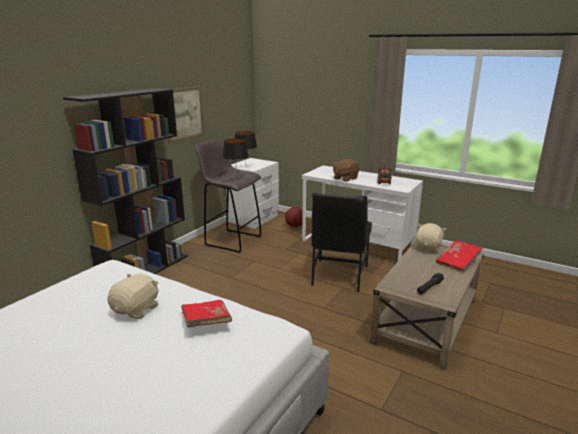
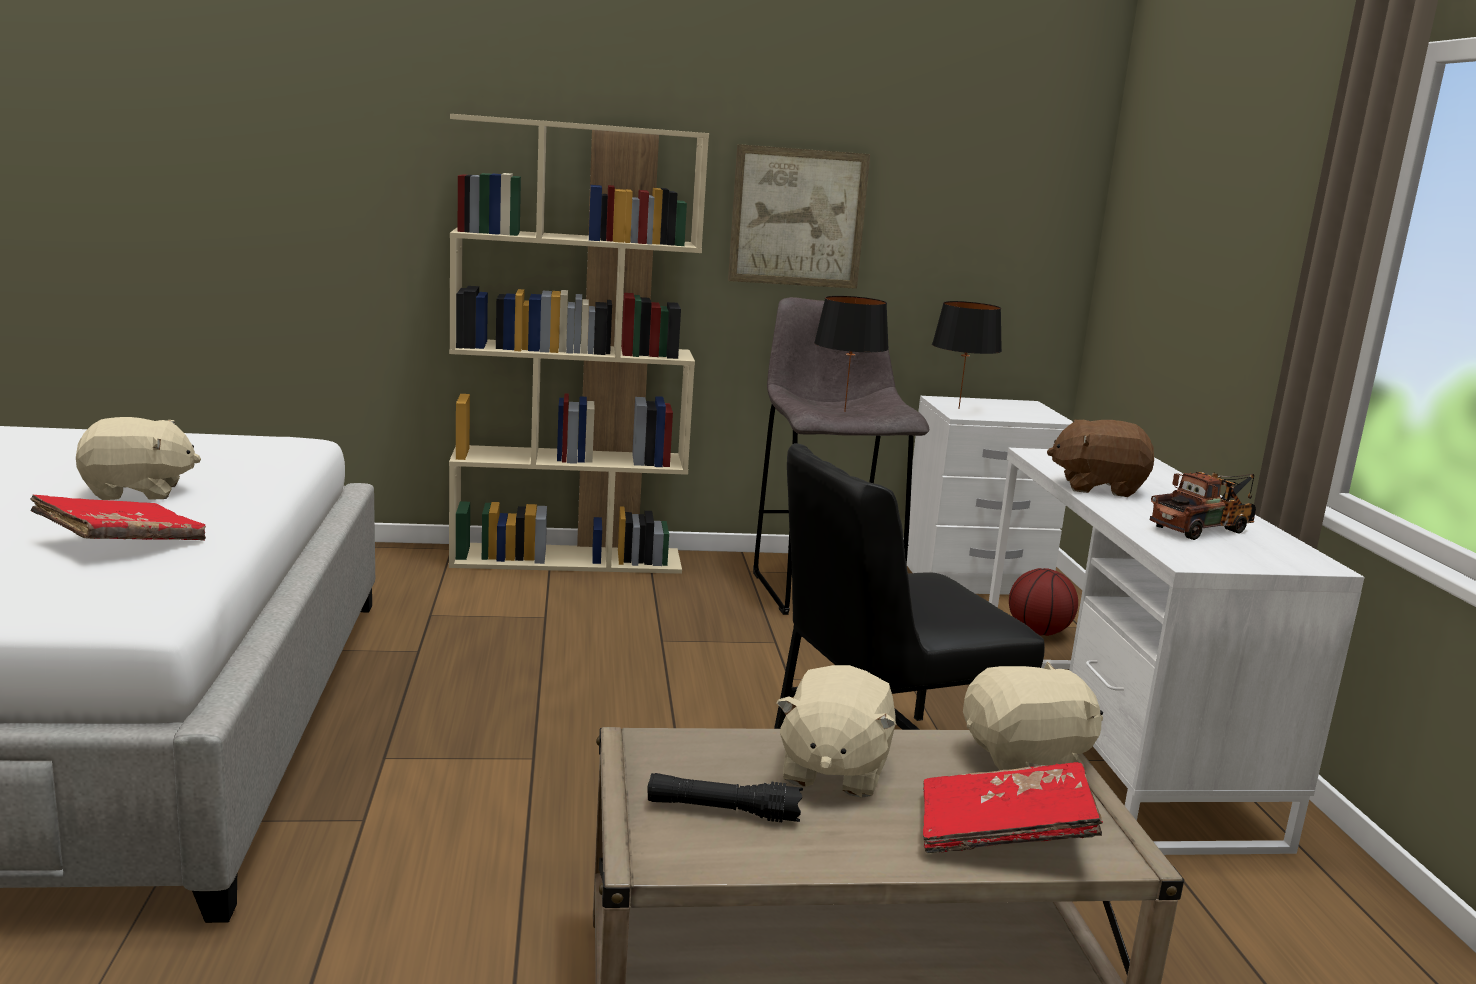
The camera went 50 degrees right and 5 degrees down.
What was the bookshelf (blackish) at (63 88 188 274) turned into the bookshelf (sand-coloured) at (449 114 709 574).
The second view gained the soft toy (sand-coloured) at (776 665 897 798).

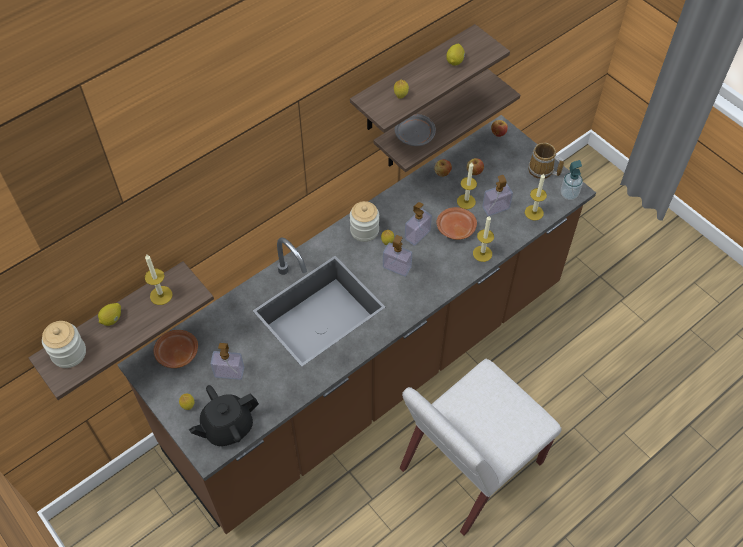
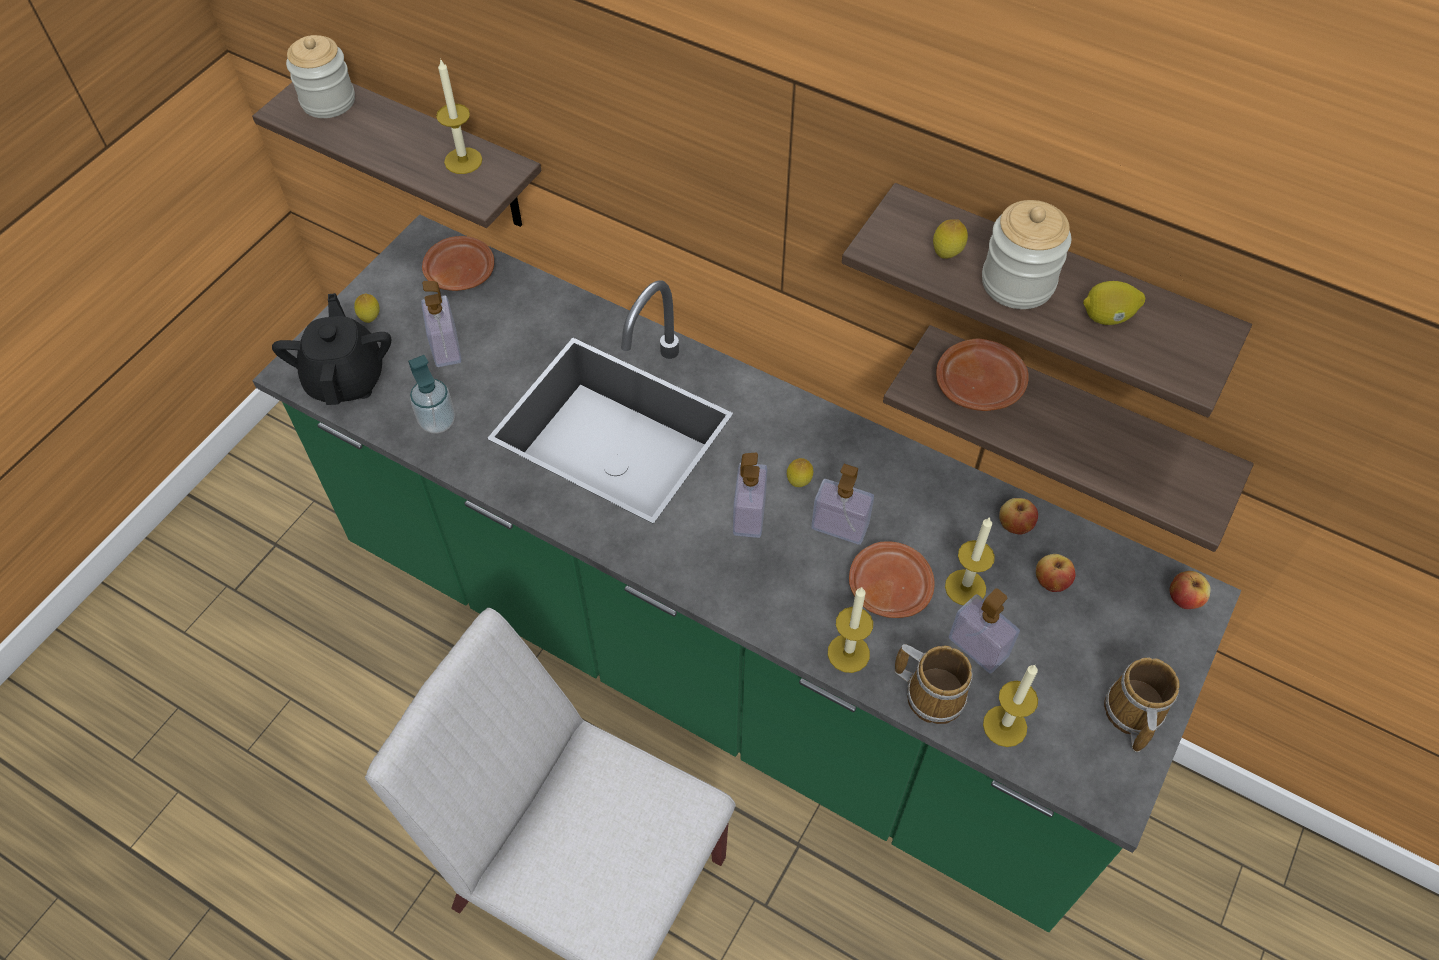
The camera went 70 degrees right and 0 degrees up.
What was the kitchen base unit (brownish) at (117 115 596 534) turned into the kitchen base unit (green) at (252 214 1241 932).
The tea pot (blackish) at (189 385 259 446) ended up facing another way, 45 degrees clockwise from before.
The liquid soap bottle ended up elsewhere, having gone from (561 160 583 200) to (408 355 455 434).
The second view gained the tea mug at (895 644 973 724).
What was the plate (greyish) at (395 114 436 146) turned into the plate (brownish) at (936 338 1029 411).
The jar ended up elsewhere, having gone from (350 201 379 242) to (982 200 1071 309).
The second view lost the lemon at (98 303 121 326).

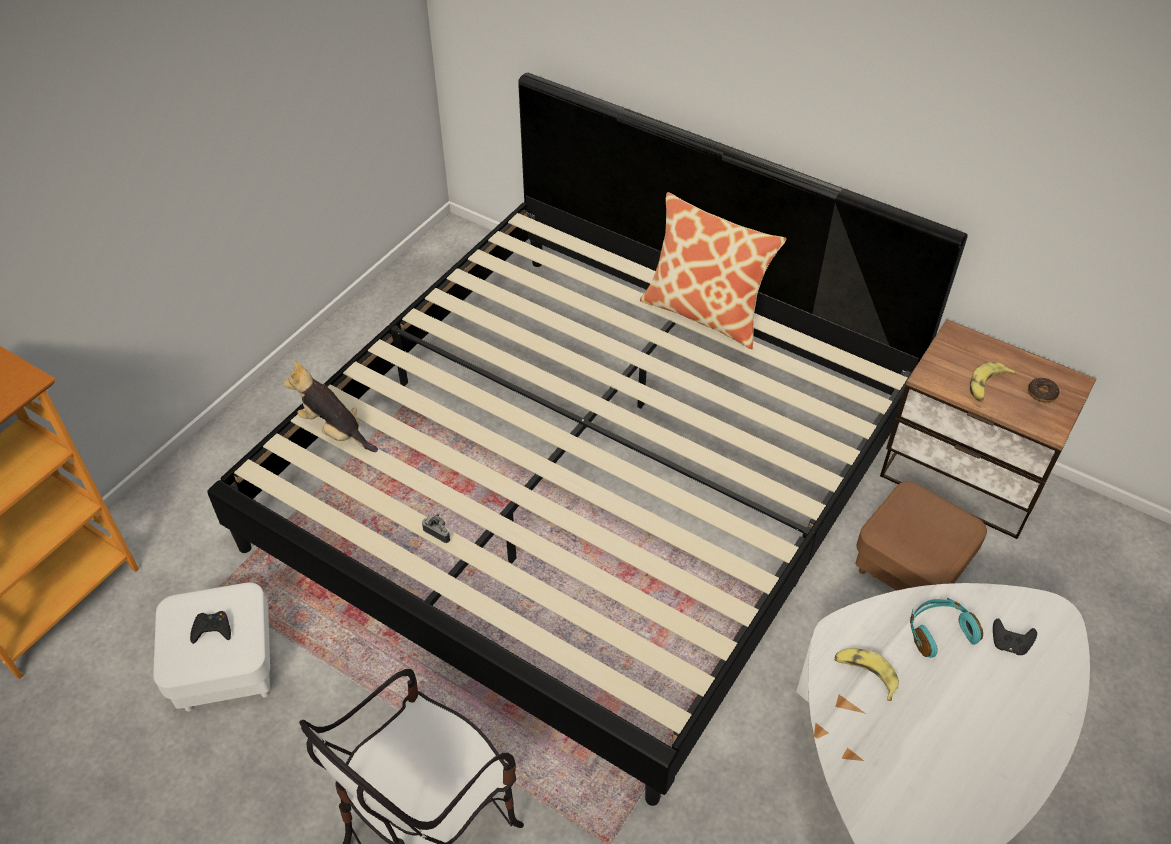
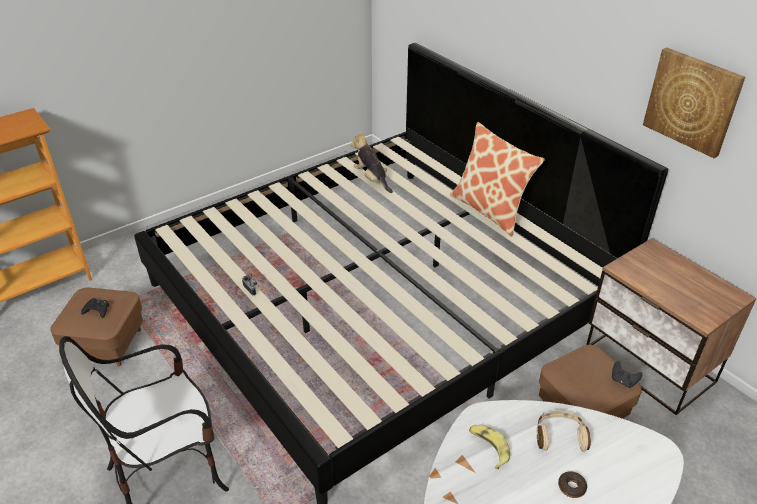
The camera went 20 degrees right and 10 degrees down.
What was the footrest (white-coloured) at (153 582 270 712) turned into the footrest (brownish) at (50 287 143 366).
The soft toy ended up elsewhere, having gone from (284 361 378 452) to (350 131 393 193).
What was the pair of headphones (turquoise-coloured) at (910 598 983 658) turned into the pair of headphones (sand-coloured) at (536 411 591 452).
The donut ended up elsewhere, having gone from (1028 378 1059 403) to (558 471 587 498).
The joypad (blackish) ended up elsewhere, having gone from (993 618 1037 655) to (612 361 642 388).
The second view gained the wall art at (643 48 745 158).
The second view lost the banana fruit at (970 362 1016 402).

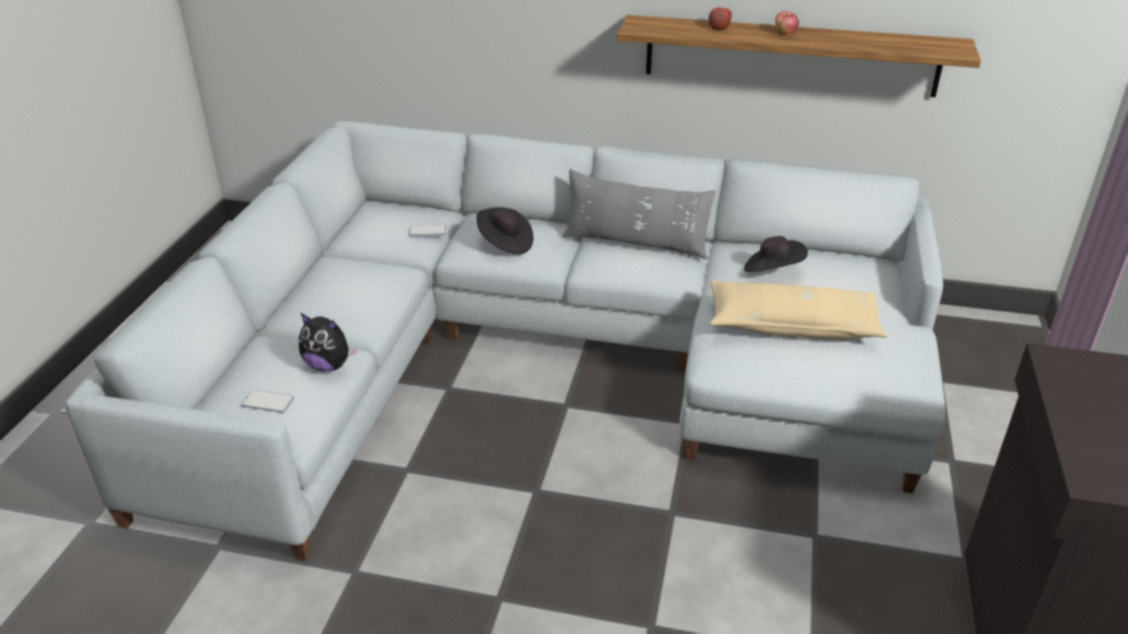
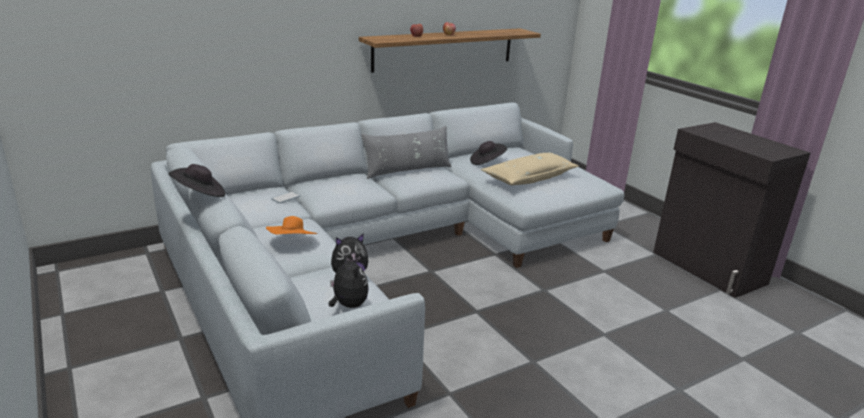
The camera went 45 degrees left and 10 degrees down.
The clothing hat (blackish) ended up elsewhere, having gone from (476 207 533 254) to (168 164 226 197).
The second view gained the clothing hat (orange-coloured) at (266 216 318 234).
Where the handset stood at (242 390 294 412), the soft toy came to stand at (329 253 368 308).

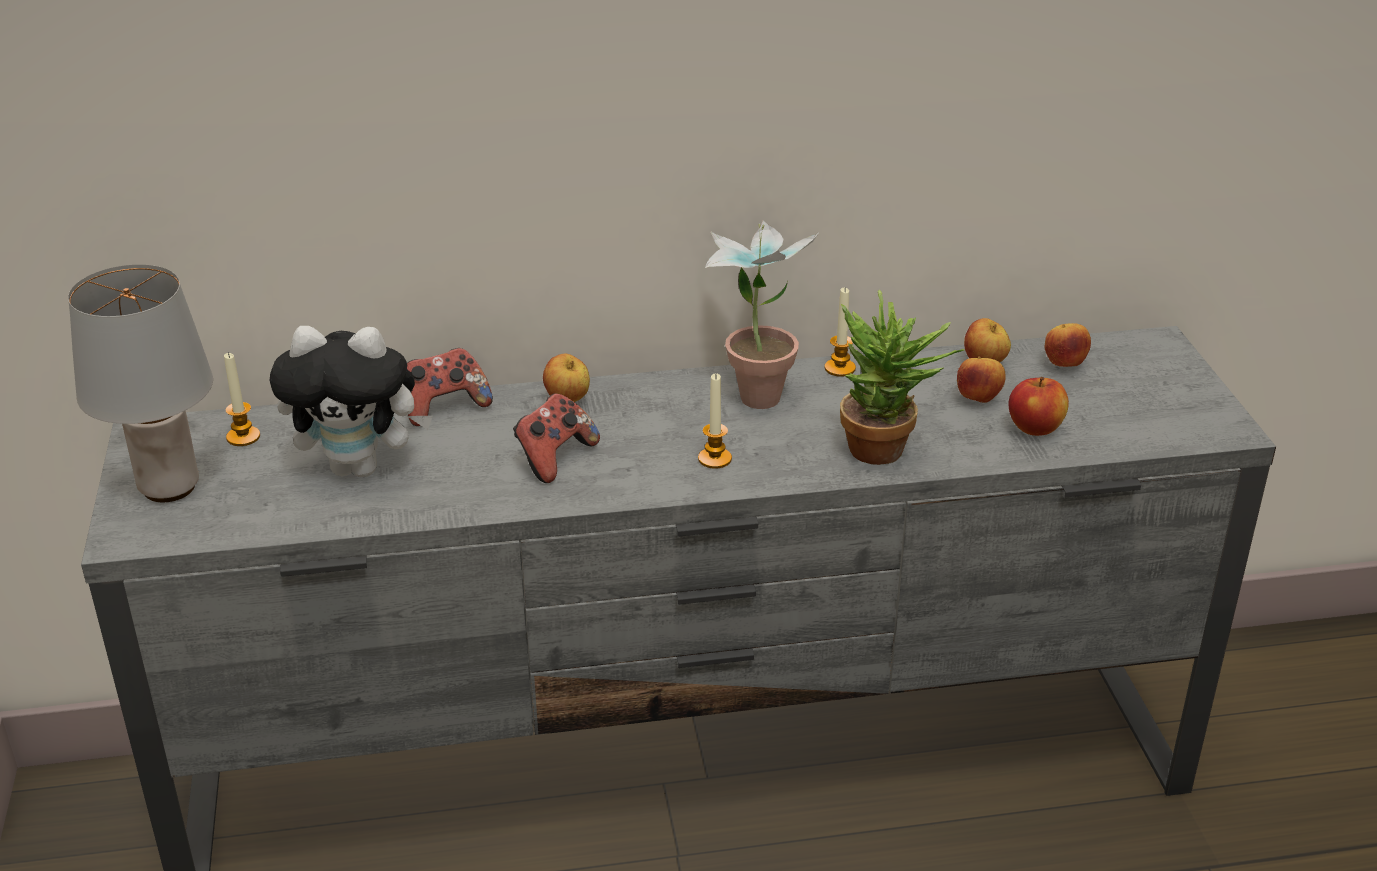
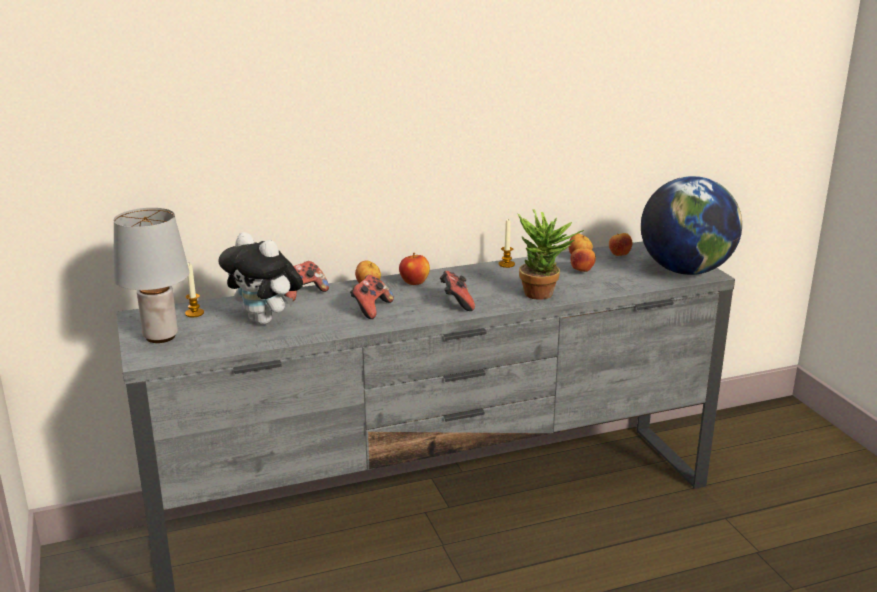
The camera went 10 degrees left and 10 degrees down.
The soft toy at (270 326 433 477) ended up facing another way, 45 degrees clockwise from before.
The apple fruit ended up elsewhere, having gone from (1008 377 1069 436) to (399 253 430 285).
Where the candle stood at (698 373 732 469), the joypad came to stand at (440 271 475 311).
The second view gained the globe at (641 176 742 275).
The second view lost the potted plant at (705 221 820 409).

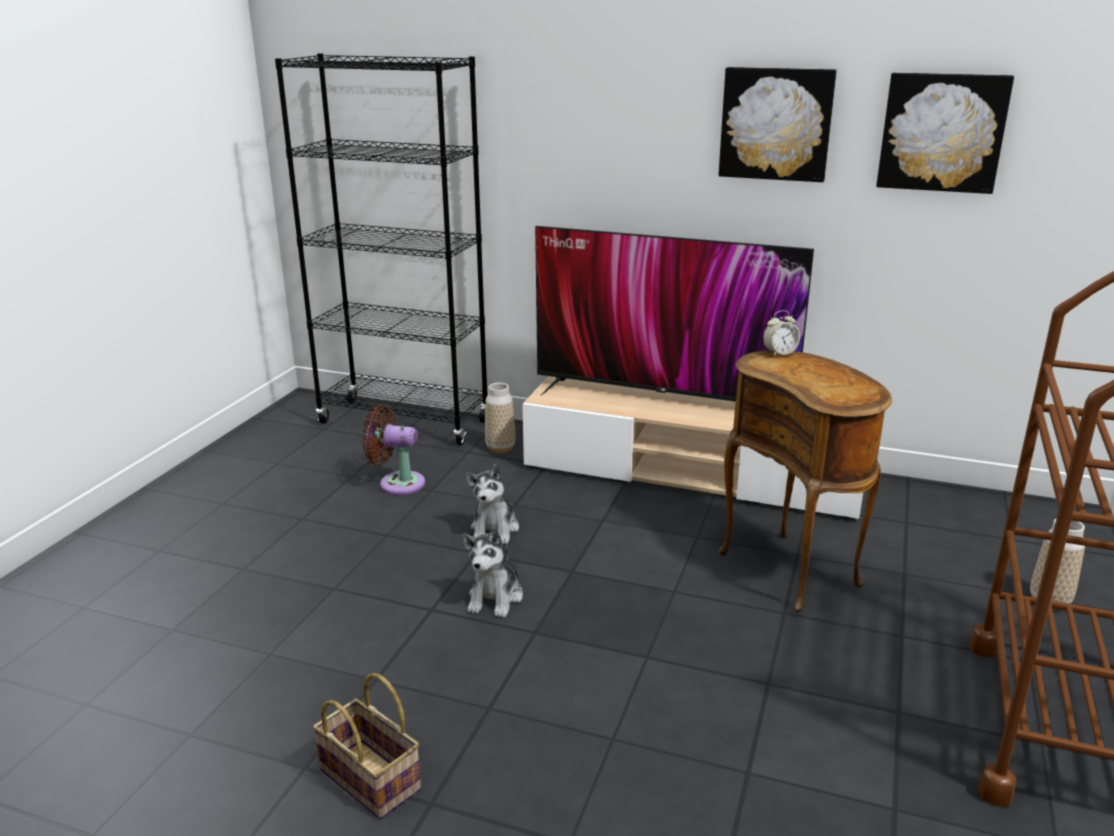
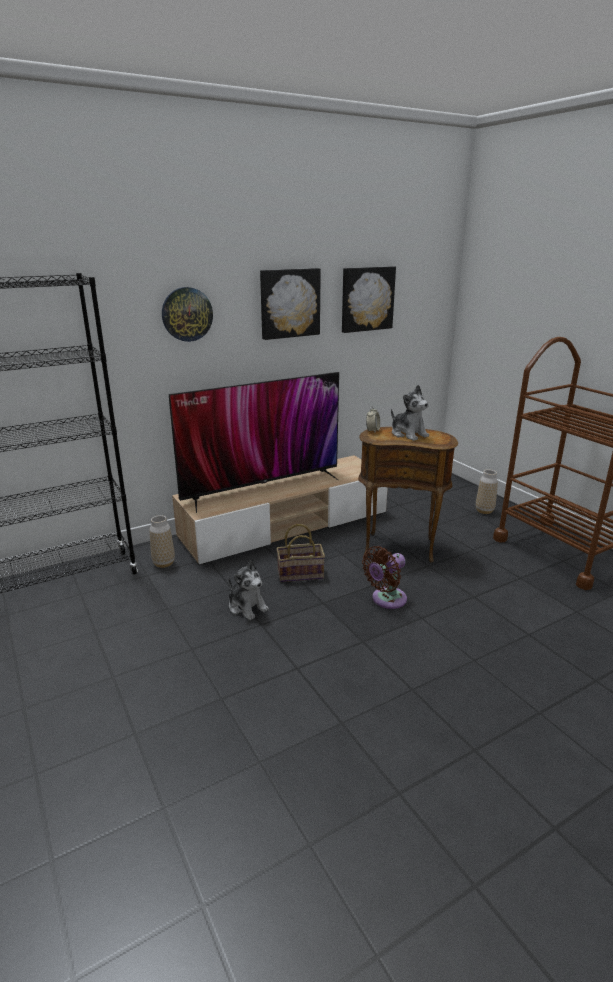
The camera went 50 degrees left and 0 degrees up.
The second view gained the hanging clock at (162 287 213 342).
The household basket ended up elsewhere, having gone from (313 673 421 819) to (276 524 325 582).
The cooling fan (brownish) ended up elsewhere, having gone from (362 405 425 495) to (362 546 407 609).
The soft toy ended up elsewhere, having gone from (462 528 523 618) to (391 385 429 441).

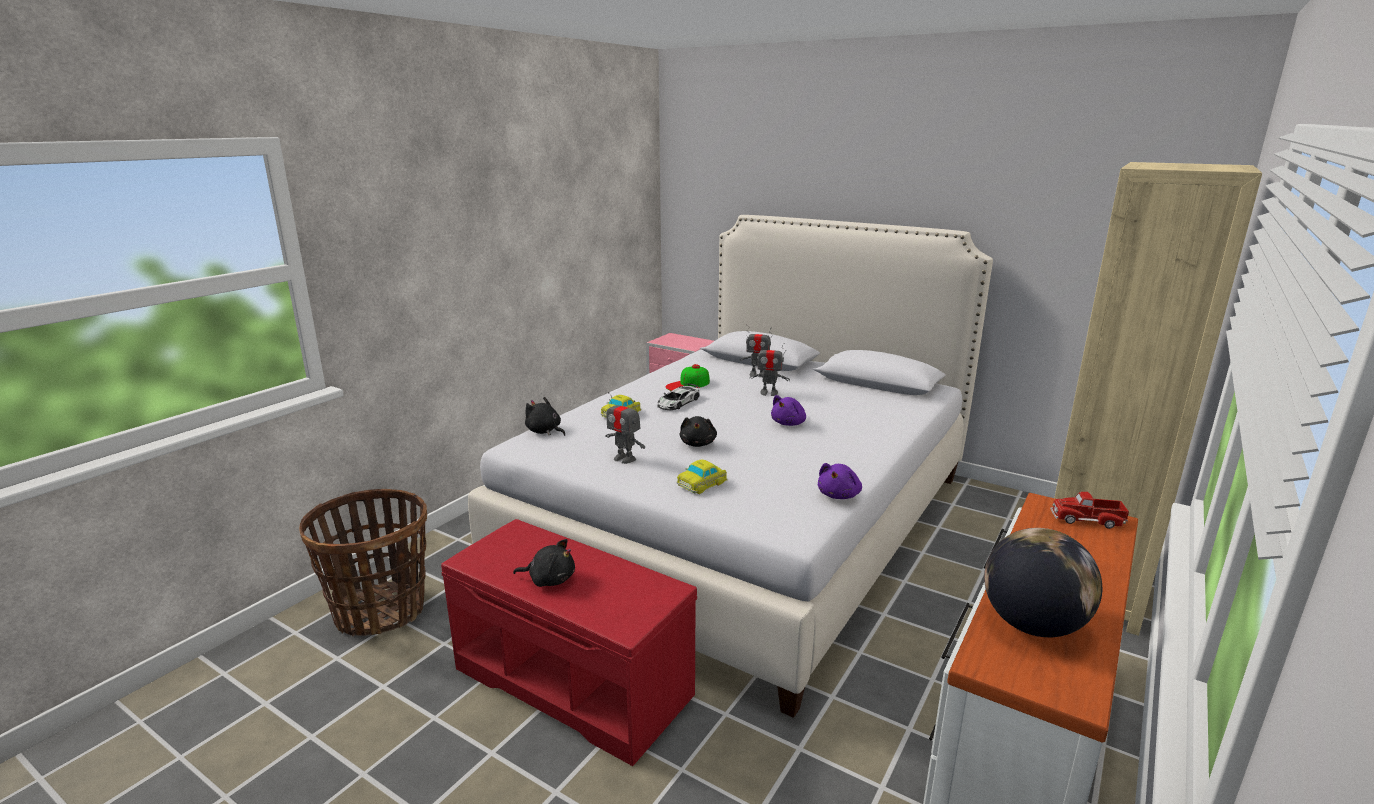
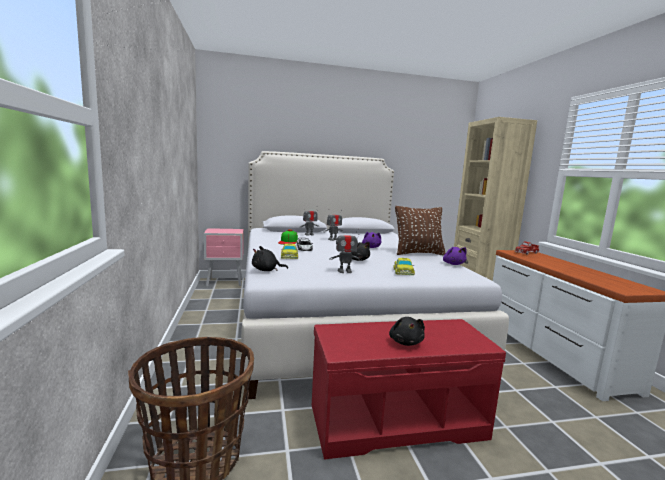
The camera went 45 degrees left and 10 degrees down.
The soft toy (blackish) at (513 539 575 587) ended up facing another way, 120 degrees clockwise from before.
The second view gained the throw pillow (brownish) at (395 206 446 255).
The second view lost the globe at (984 528 1102 637).

